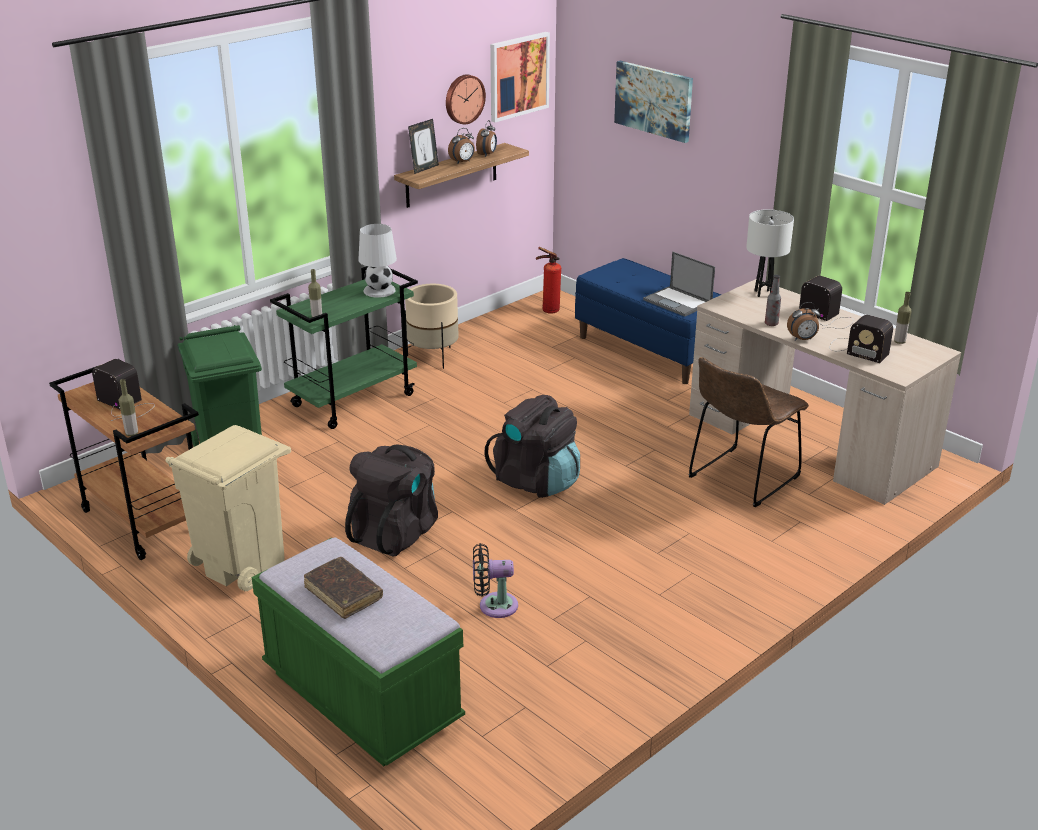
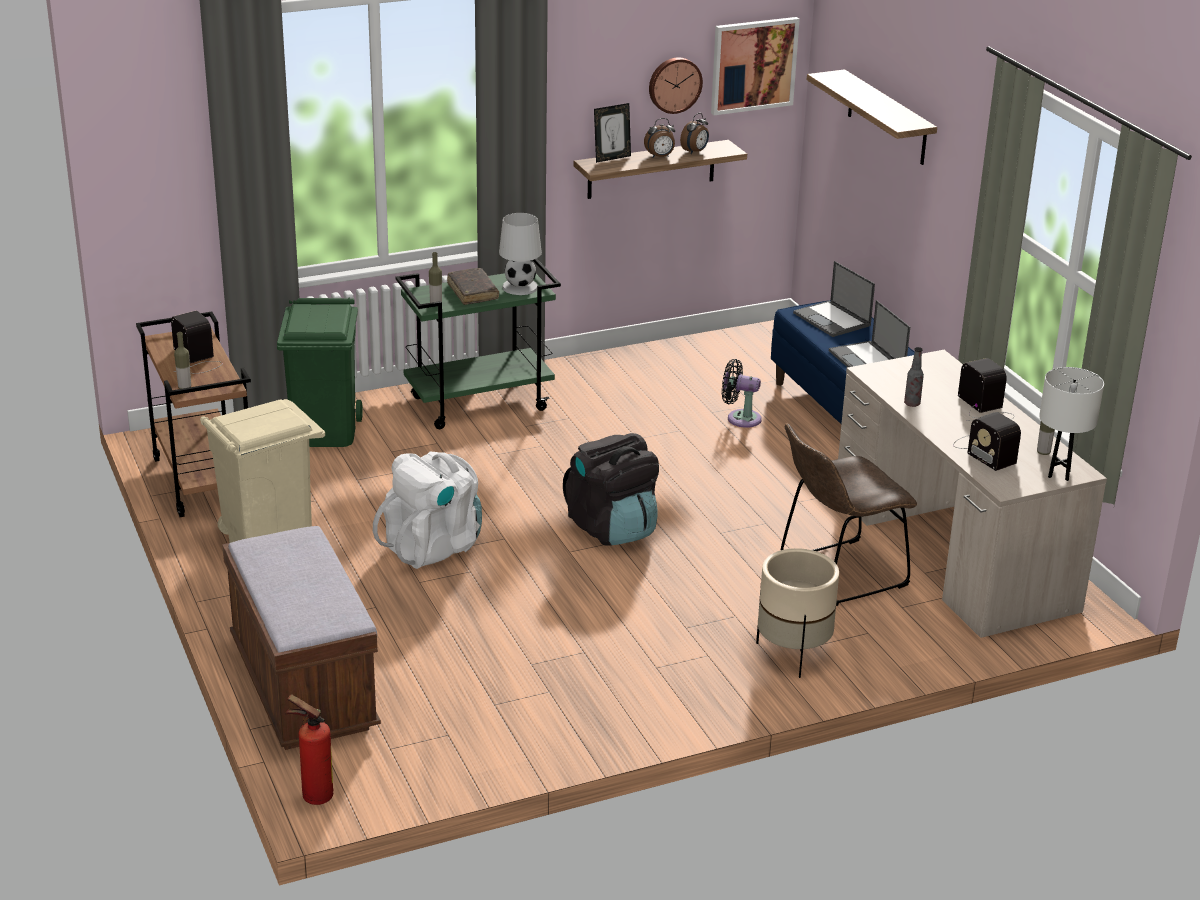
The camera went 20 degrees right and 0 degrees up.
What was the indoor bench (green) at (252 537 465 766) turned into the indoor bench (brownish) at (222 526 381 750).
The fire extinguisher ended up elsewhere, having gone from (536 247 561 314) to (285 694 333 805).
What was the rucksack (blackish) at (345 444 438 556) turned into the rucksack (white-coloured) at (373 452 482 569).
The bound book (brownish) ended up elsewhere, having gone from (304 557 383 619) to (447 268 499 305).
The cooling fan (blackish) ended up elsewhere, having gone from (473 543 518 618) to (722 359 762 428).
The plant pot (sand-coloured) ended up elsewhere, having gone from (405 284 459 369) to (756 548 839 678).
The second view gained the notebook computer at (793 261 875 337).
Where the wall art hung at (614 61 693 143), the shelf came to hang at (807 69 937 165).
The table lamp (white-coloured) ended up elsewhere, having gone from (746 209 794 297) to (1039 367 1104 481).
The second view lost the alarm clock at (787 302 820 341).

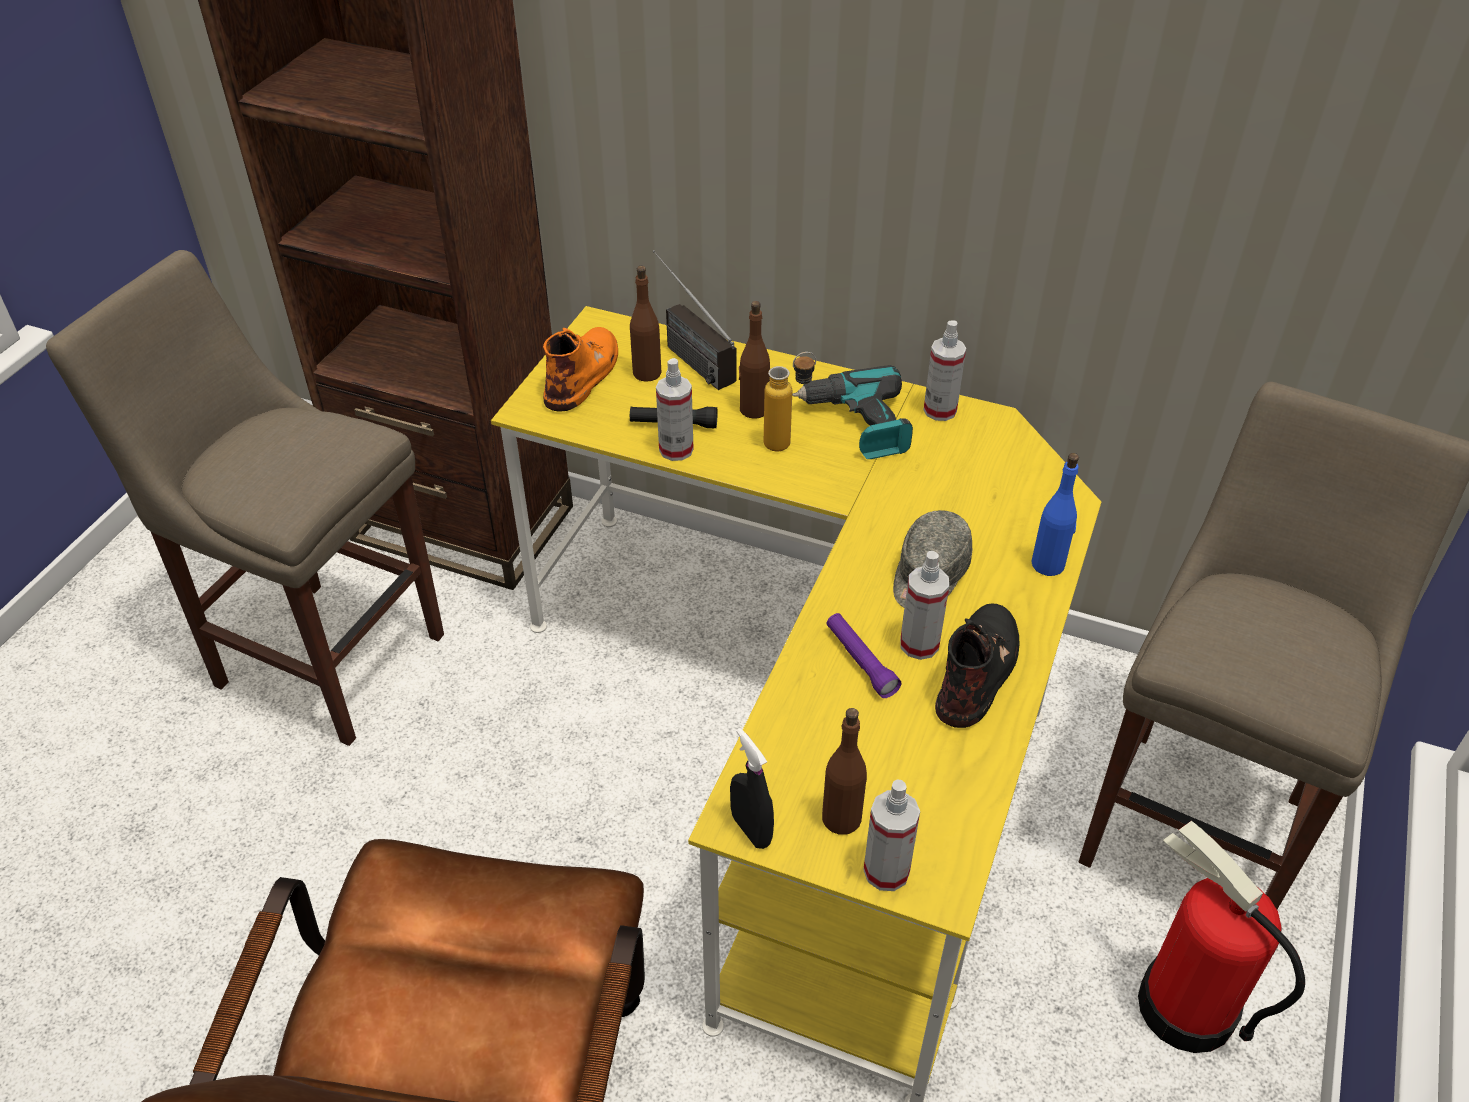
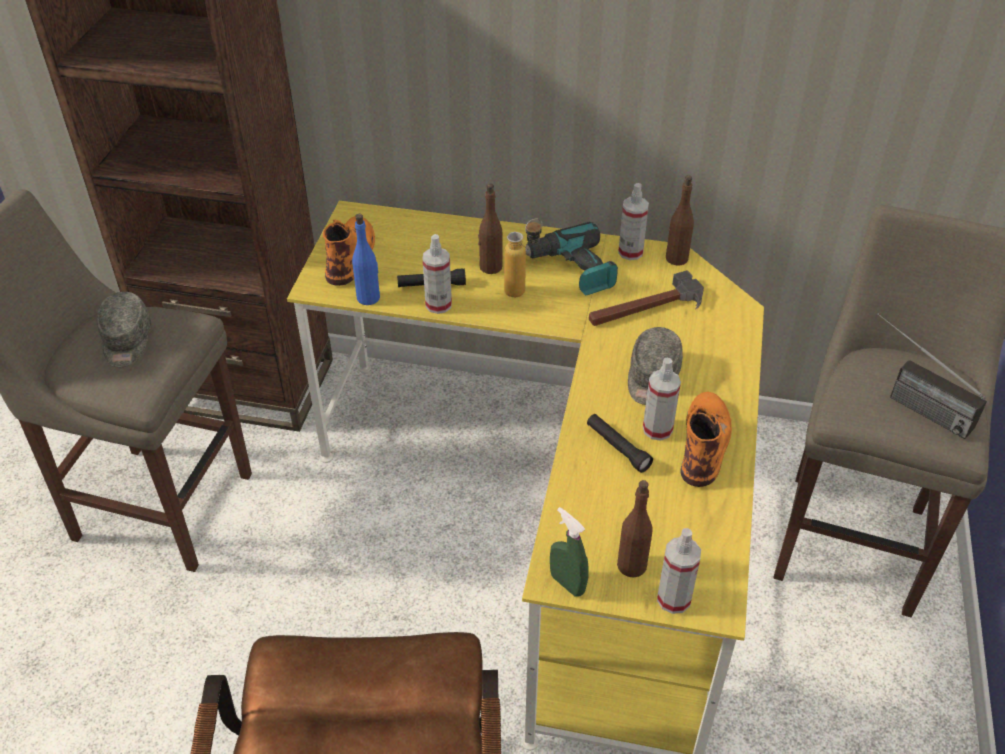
The camera went 10 degrees left and 0 degrees up.
The second view gained the baseball cap (greyish) at (97 292 151 367).
The beverage bottle (blue-coloured) ended up elsewhere, having gone from (1031 453 1079 576) to (352 214 380 305).
What was the sprayer (blackish) at (730 728 774 849) turned into the sprayer (green) at (550 507 589 596).
What was the torch (purple) at (827 613 901 698) turned into the torch (blackish) at (587 414 653 473).
The second view gained the tool hammer at (589 270 704 326).
The beverage bottle (brownish) ended up elsewhere, having gone from (630 266 661 382) to (666 175 694 265).
What was the high-top boot (blackish) at (935 604 1020 728) turned into the high-top boot (orange-coloured) at (680 392 732 487).
The radio set ended up elsewhere, having gone from (653 250 736 390) to (877 313 987 439).
The second view lost the fire extinguisher at (1138 821 1305 1053).

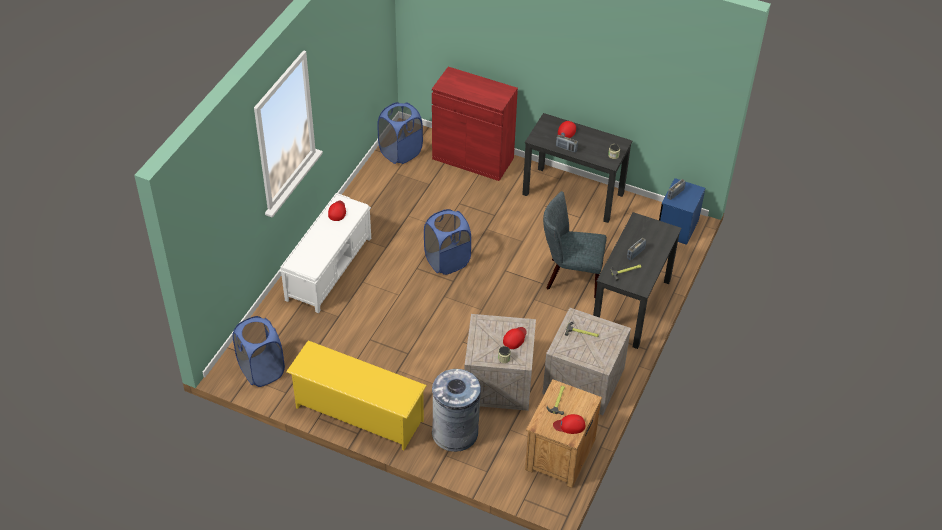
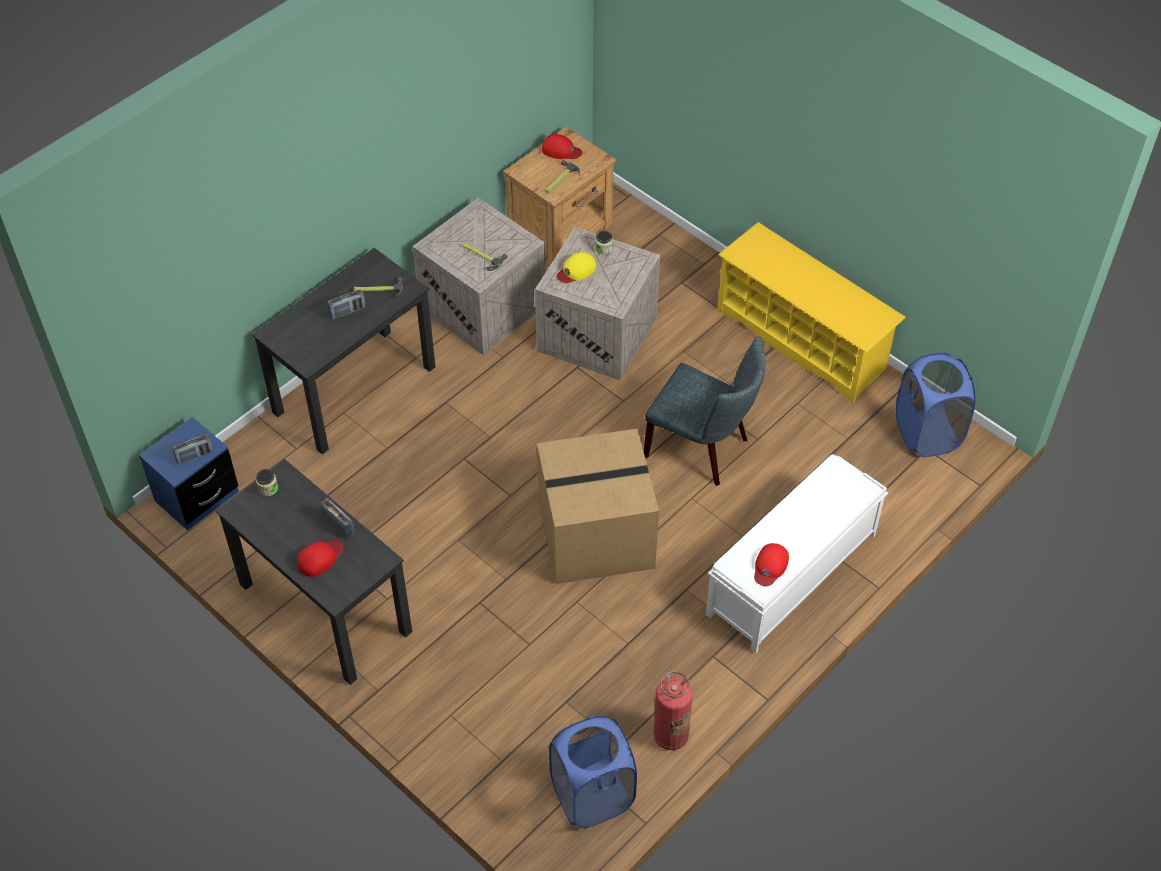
The camera went 160 degrees left and 5 degrees up.
Where the laundry basket (blue-coloured) stood at (424 209 471 275), the packing box came to stand at (537 428 659 584).
What was the baseball cap (reddish) at (503 327 527 349) turned into the baseball cap (yellow-coloured) at (557 252 596 283).
The upright chair (greyish) ended up elsewhere, having gone from (543 191 607 298) to (644 336 766 486).
The second view gained the fire extinguisher at (654 671 693 750).
The second view lost the cupboard (reddish) at (432 67 518 181).
The second view lost the rubbish bin (greyish) at (432 369 481 452).

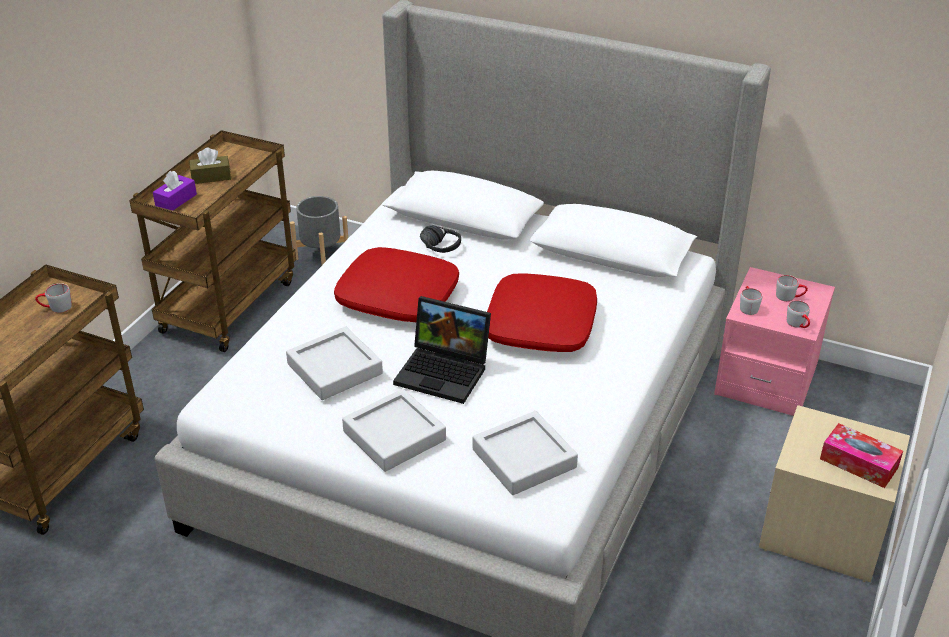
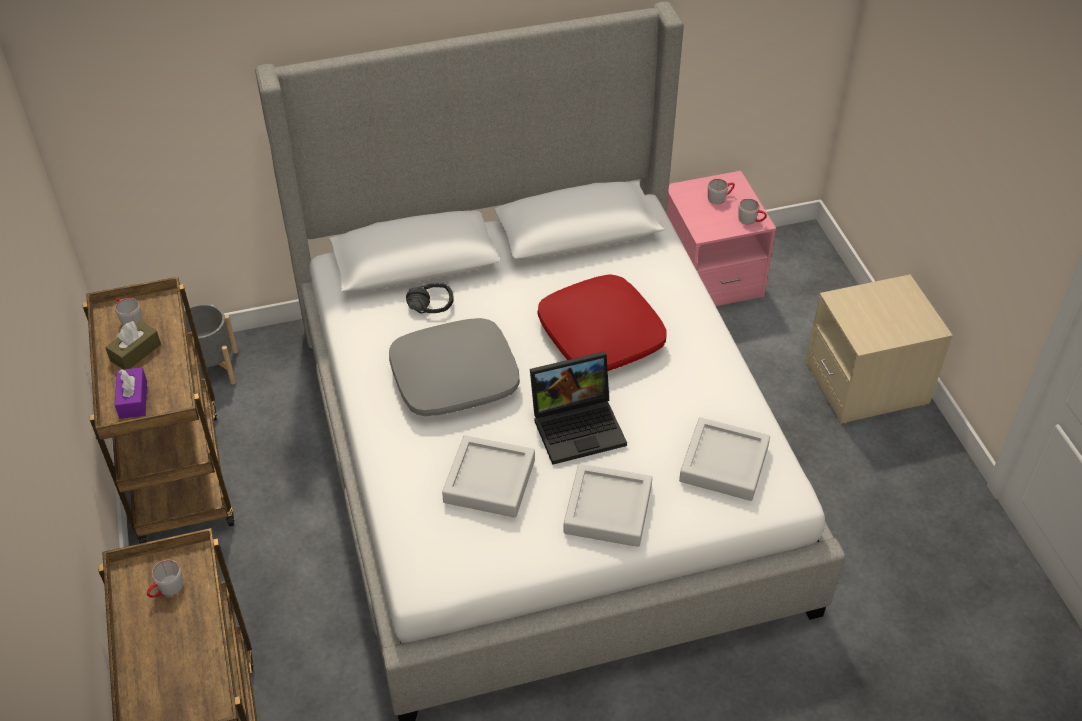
The camera went 40 degrees left and 10 degrees up.
The tea mug (greyish) ended up elsewhere, having gone from (740 286 762 315) to (115 298 142 326).
What was the throw pillow (reddish) at (334 247 459 322) turned into the throw pillow (greyish) at (389 318 520 416).
The second view lost the tissue holder at (820 423 903 488).

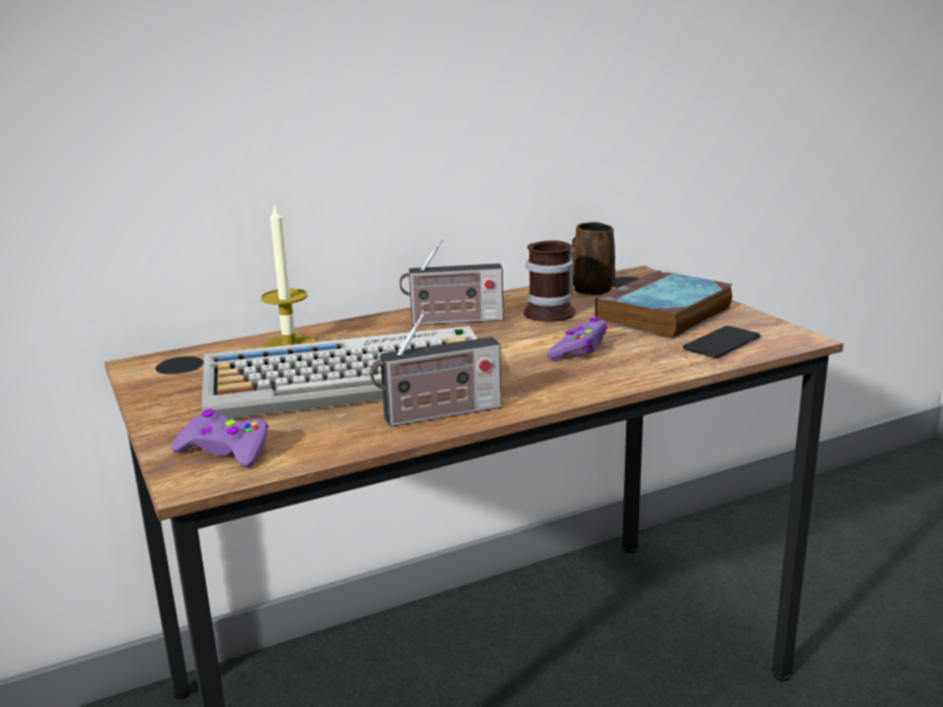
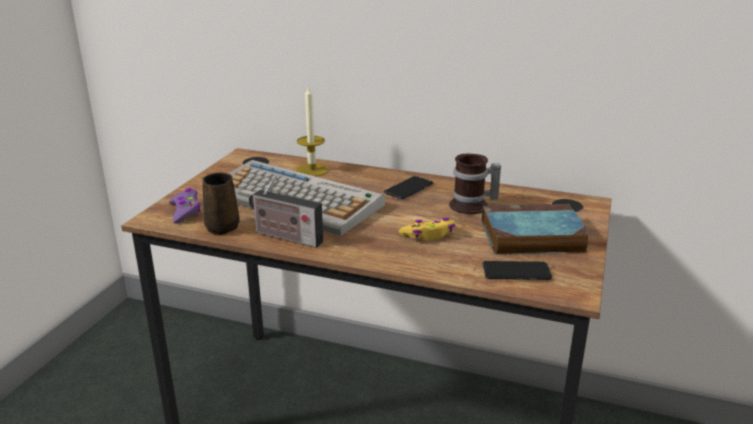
The camera went 45 degrees right and 5 degrees up.
The tea mug (brownish) ended up elsewhere, having gone from (572 222 615 295) to (202 172 240 235).
Where the radio set stood at (399 239 504 326), the handset came to stand at (384 176 433 199).
What was the joypad (purple) at (547 317 607 360) turned into the joypad (yellow-coloured) at (399 218 455 240).

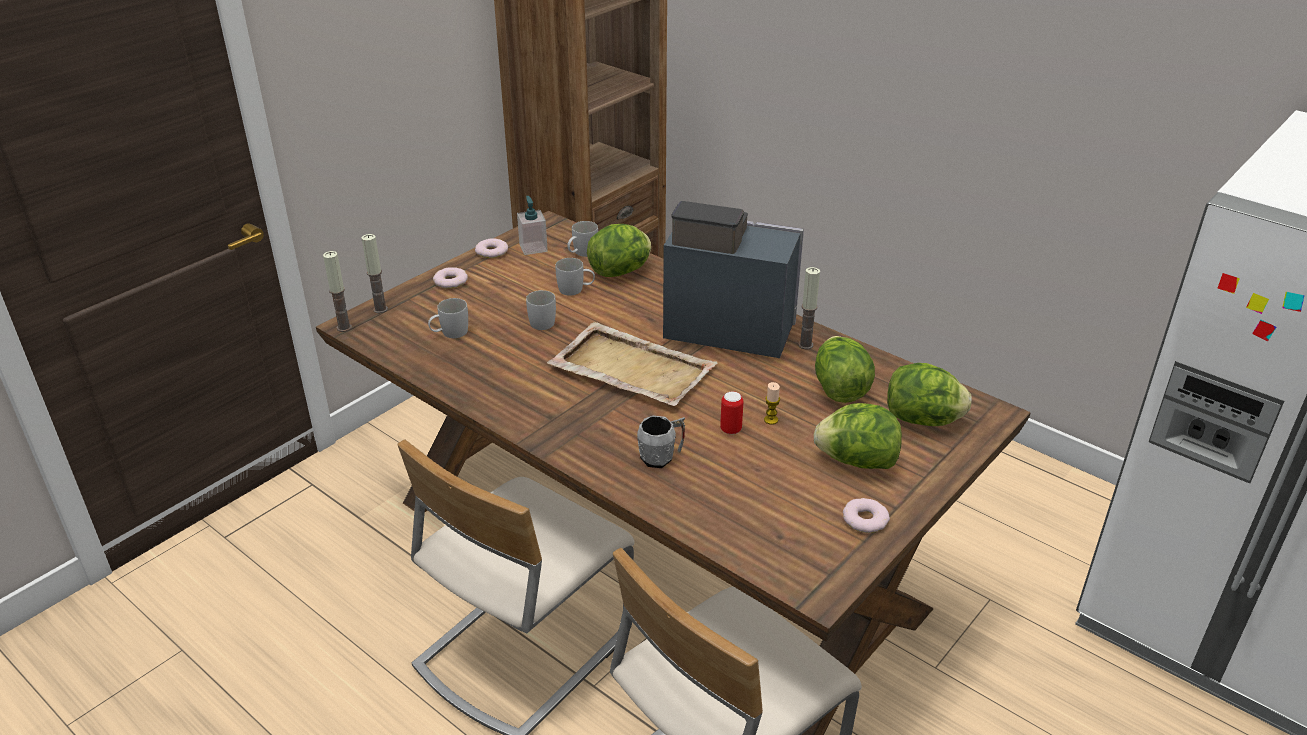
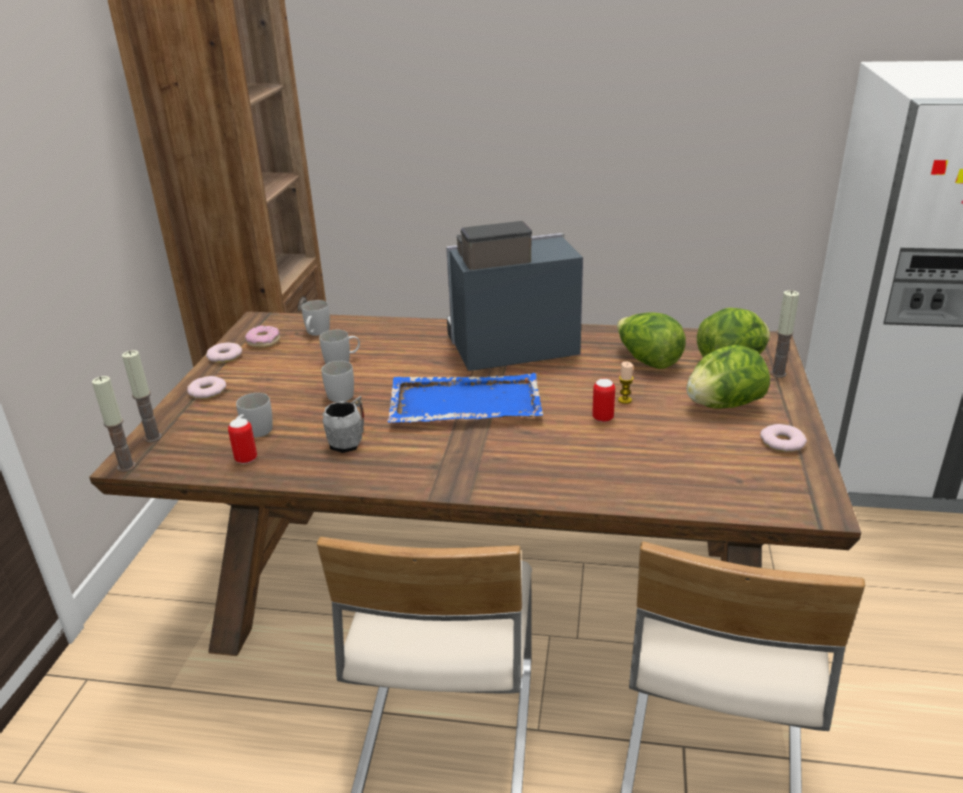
The camera went 30 degrees left and 5 degrees down.
The second view gained the sealed can at (228 418 257 464).
Where the liquid soap bottle stood at (517 196 548 255), the donut came to stand at (245 326 280 348).
The tea mug (greyish) ended up elsewhere, having gone from (637 416 685 468) to (322 396 364 453).
What was the tray (sand-coloured) at (547 322 718 406) turned into the tray (blue-coloured) at (387 373 543 423).
The candle ended up elsewhere, having gone from (798 267 820 349) to (770 290 799 378).
The second view lost the head of lettuce at (587 224 651 277).

